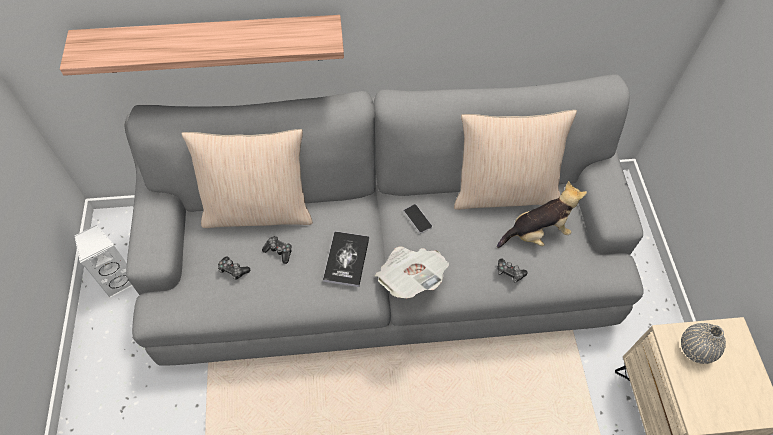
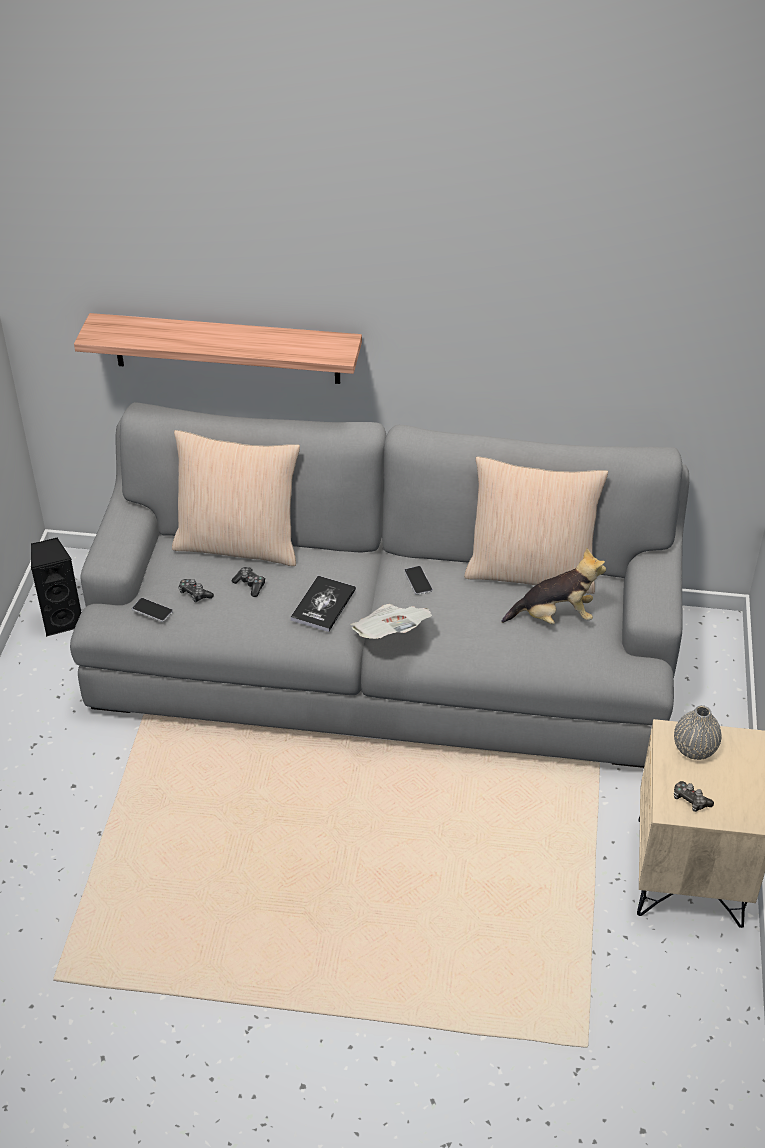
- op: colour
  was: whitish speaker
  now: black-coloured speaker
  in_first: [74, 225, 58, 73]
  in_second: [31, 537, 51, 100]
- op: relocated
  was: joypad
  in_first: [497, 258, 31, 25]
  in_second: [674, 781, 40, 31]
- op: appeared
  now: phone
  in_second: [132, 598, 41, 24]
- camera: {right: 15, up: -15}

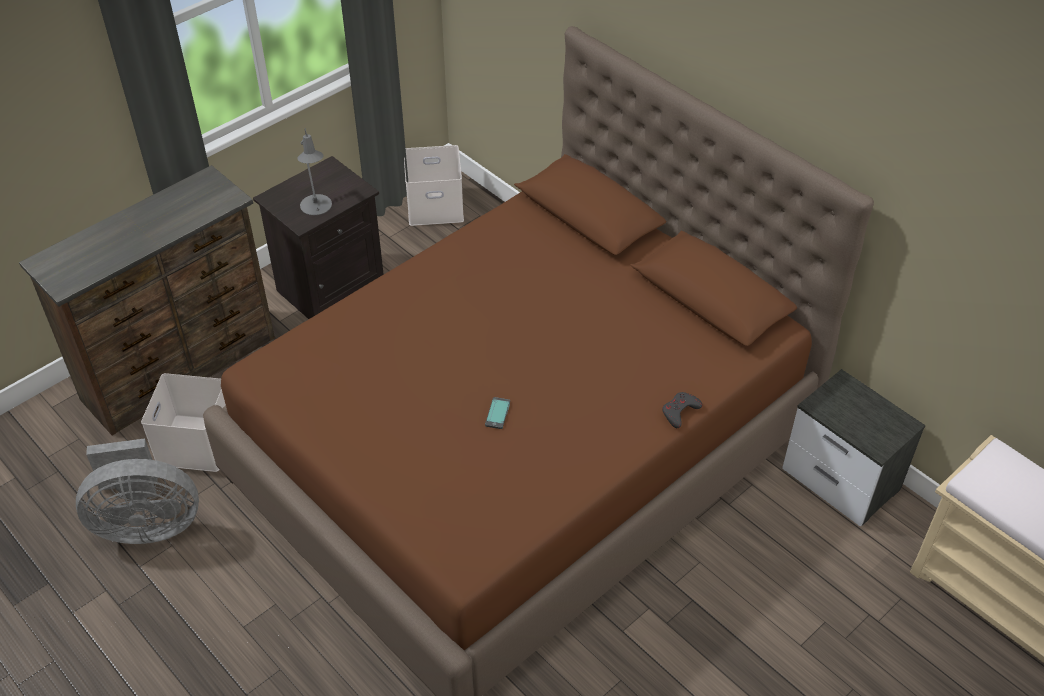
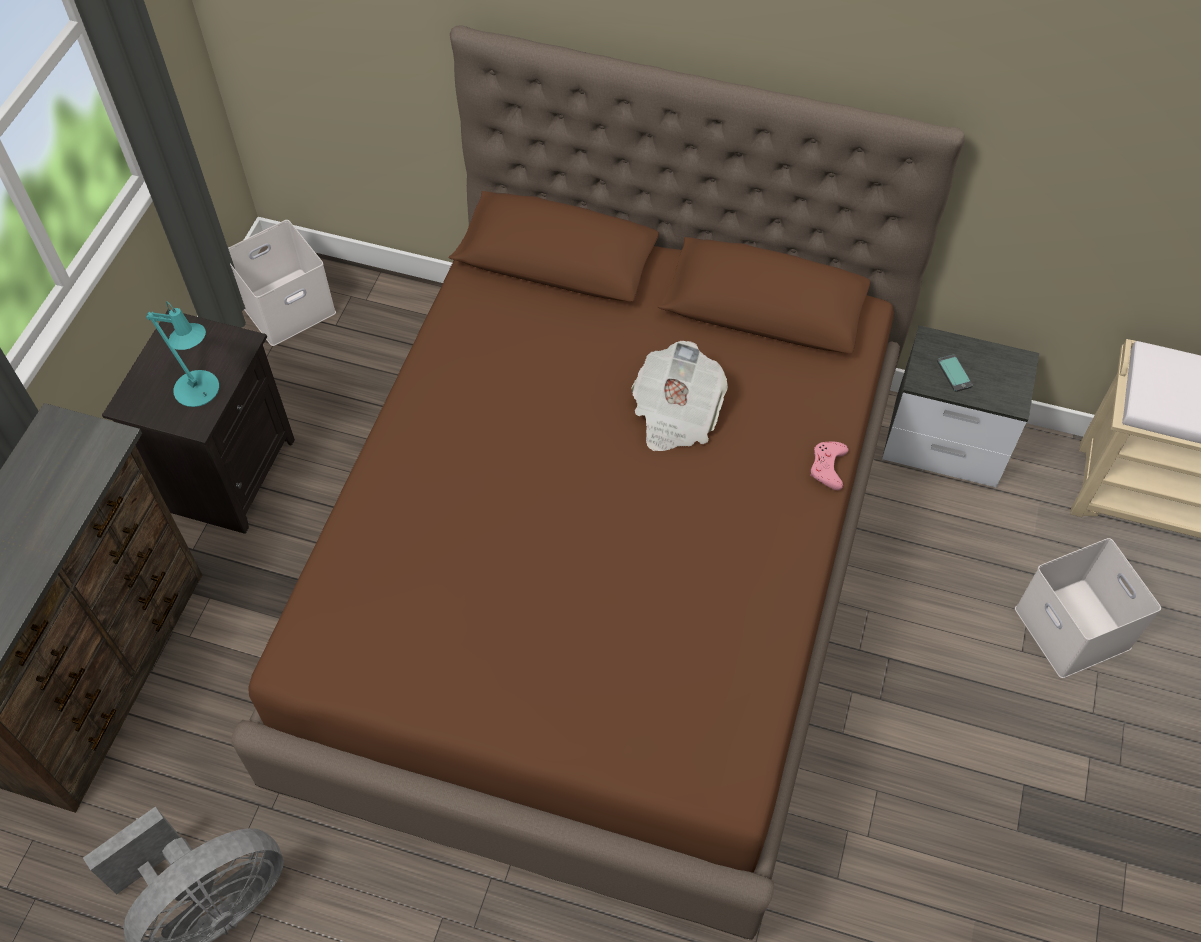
- op: relocated
  was: whitish storage bin
  in_first: [141, 373, 85, 99]
  in_second: [1015, 538, 146, 140]
- op: colour
  was: greyish tabletop lamp
  now: turquoise-coloured tabletop lamp
  in_first: [298, 128, 34, 87]
  in_second: [146, 302, 73, 105]
- op: relocated
  was: phone
  in_first: [485, 397, 25, 32]
  in_second: [937, 354, 36, 38]
- op: colour
  was: greyish joypad
  now: pink joypad
  in_first: [662, 392, 41, 36]
  in_second: [810, 442, 38, 48]
- op: appeared
  now: daily paper
  in_second: [632, 341, 96, 110]
- camera: {right: -30, up: 10}

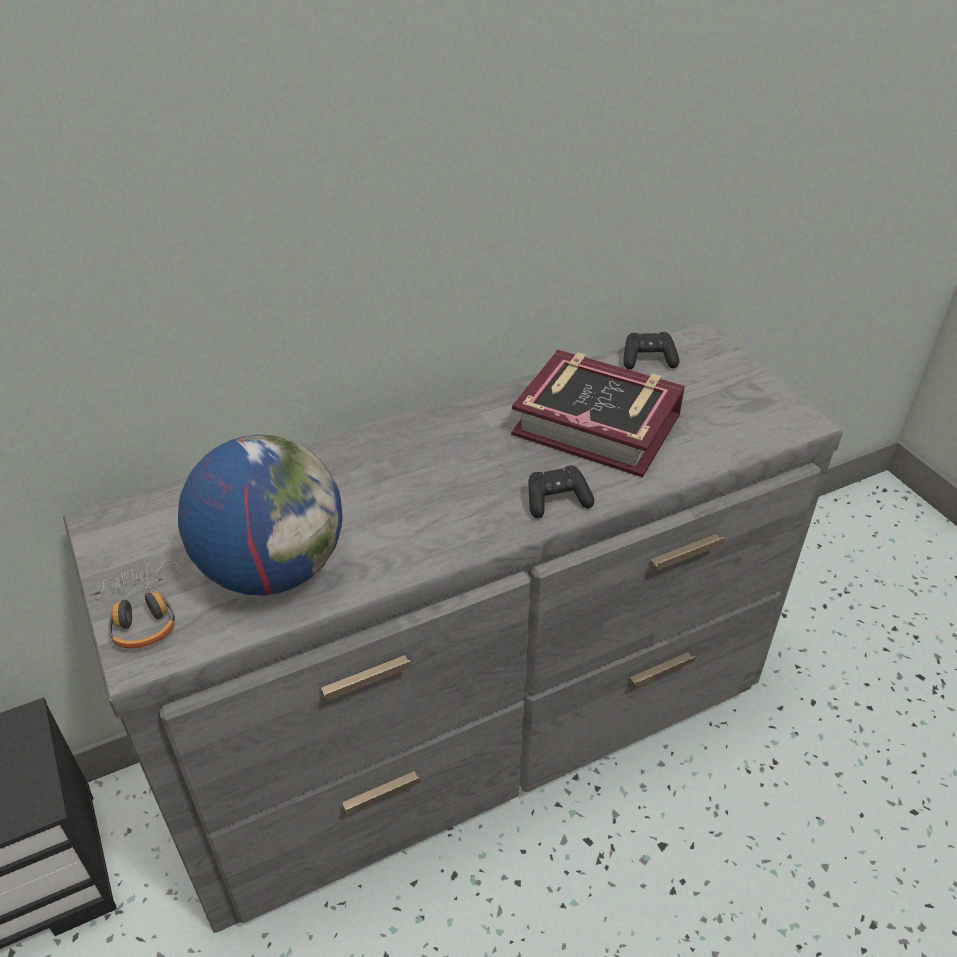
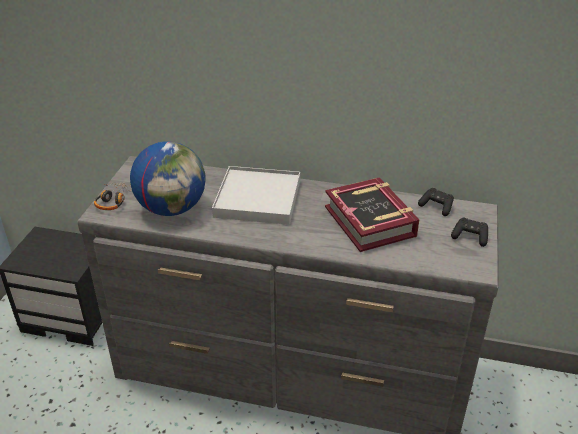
- op: relocated
  was: black-coloured joypad
  in_first: [529, 465, 65, 53]
  in_second: [451, 218, 37, 29]
- op: appeared
  now: whitish carrying tray
  in_second: [212, 166, 88, 59]
- camera: {right: 40, up: -5}

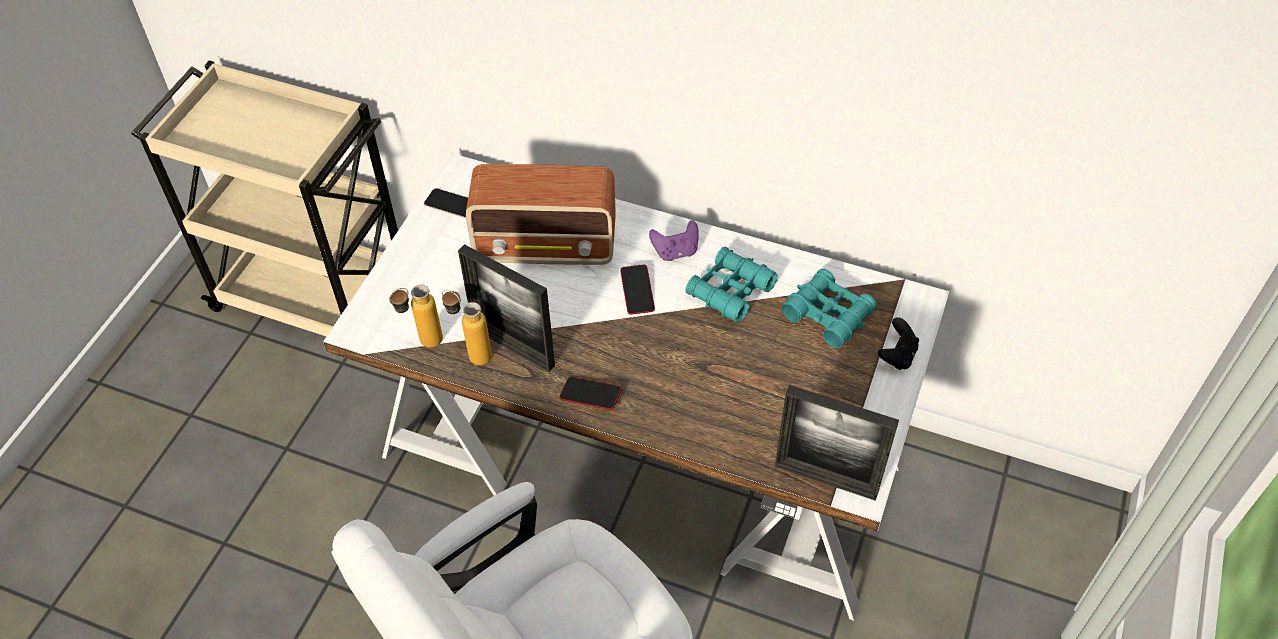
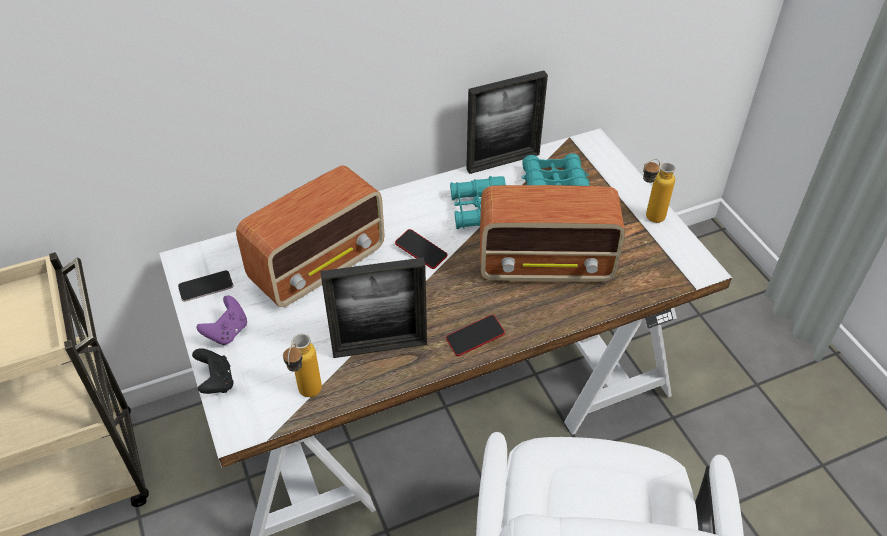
- op: relocated
  was: bottle
  in_first: [442, 290, 50, 75]
  in_second: [643, 159, 33, 64]
- op: relocated
  was: purplish joypad
  in_first: [649, 220, 50, 41]
  in_second: [196, 295, 51, 50]
- op: relocated
  was: photo frame
  in_first: [775, 385, 124, 116]
  in_second: [466, 70, 82, 104]
- op: relocated
  was: black-coloured joypad
  in_first: [878, 317, 41, 53]
  in_second: [192, 348, 42, 46]
- op: appeared
  now: radio set
  in_second: [480, 185, 145, 97]
- camera: {right: -45, up: -5}

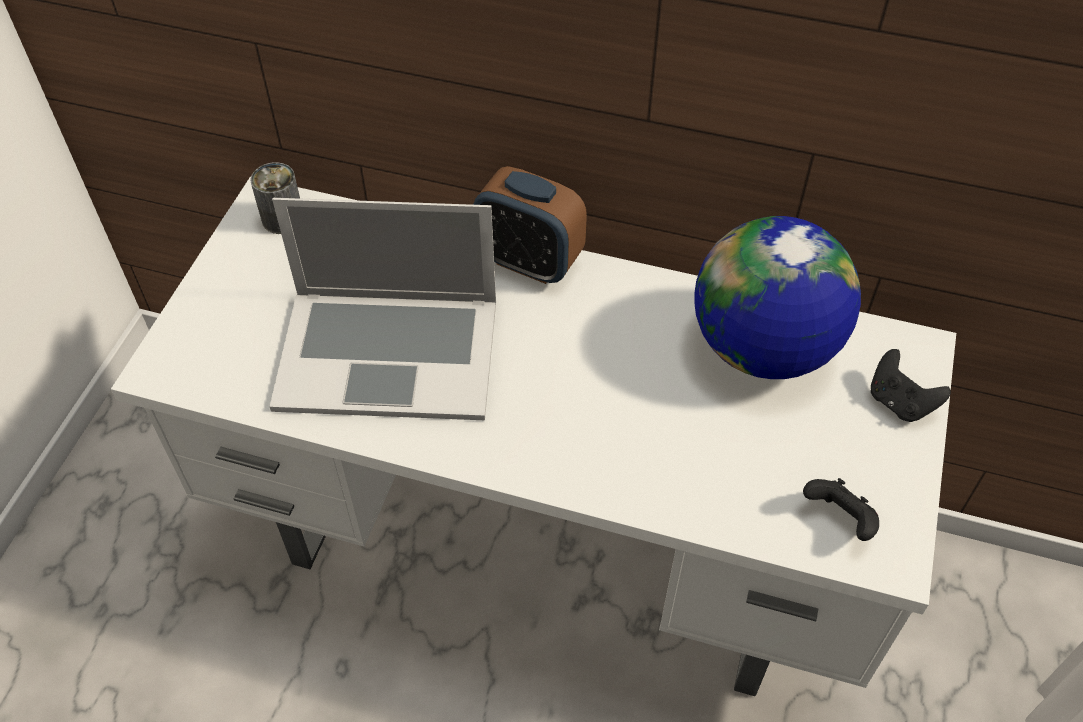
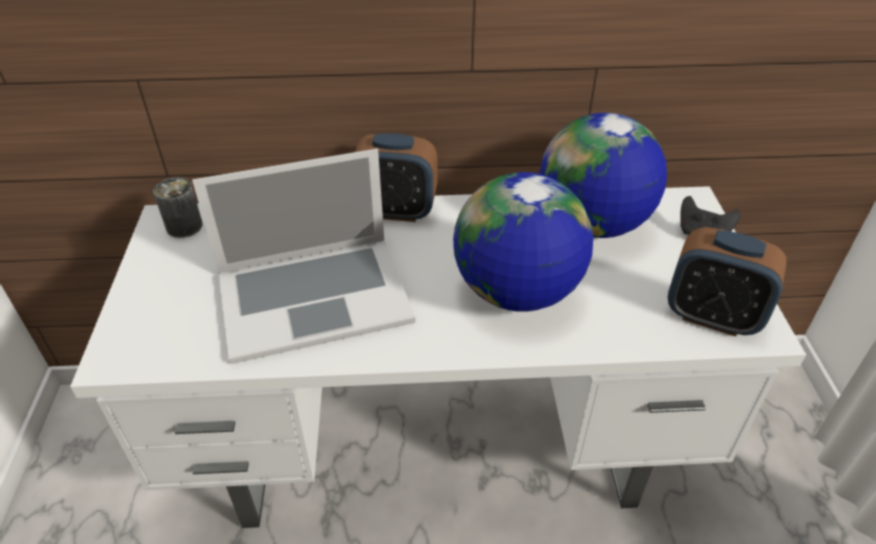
- op: exchanged
  was: black-coloured joypad
  now: alarm clock
  in_first: [803, 478, 76, 63]
  in_second: [668, 227, 118, 109]
- op: appeared
  now: world globe
  in_second: [453, 172, 141, 140]
- camera: {right: -20, up: -10}

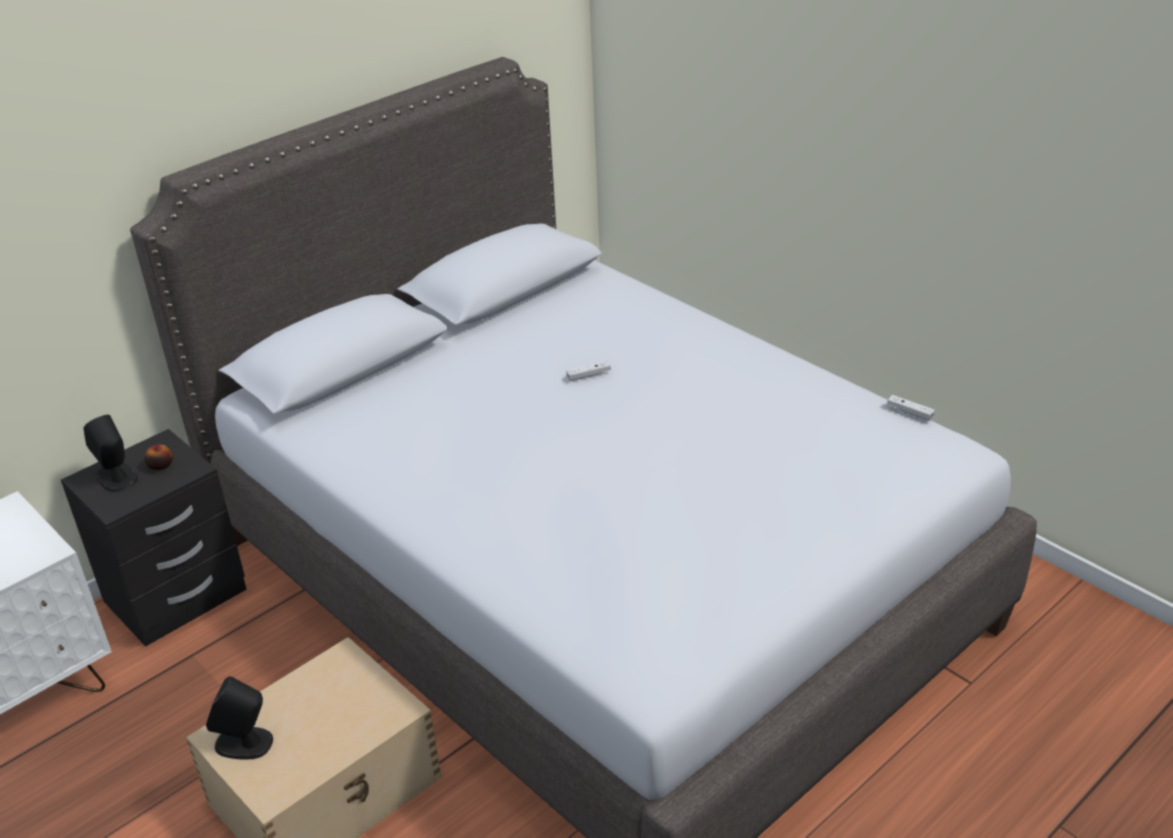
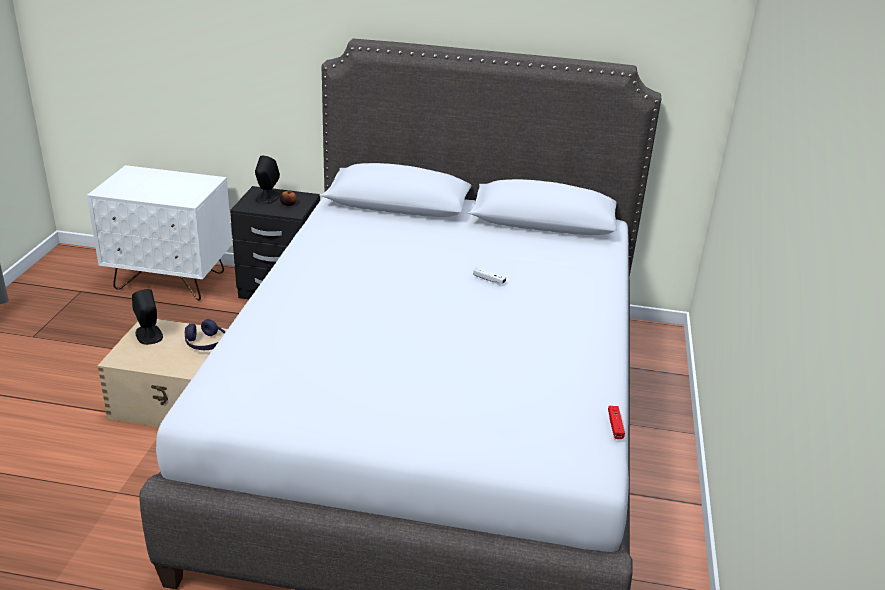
- op: colour
  was: whitish joypad
  now: reddish joypad
  in_first: [887, 395, 48, 26]
  in_second: [608, 406, 17, 33]
- op: appeared
  now: purplish headset
  in_second: [185, 319, 40, 31]
- camera: {right: 50, up: -5}

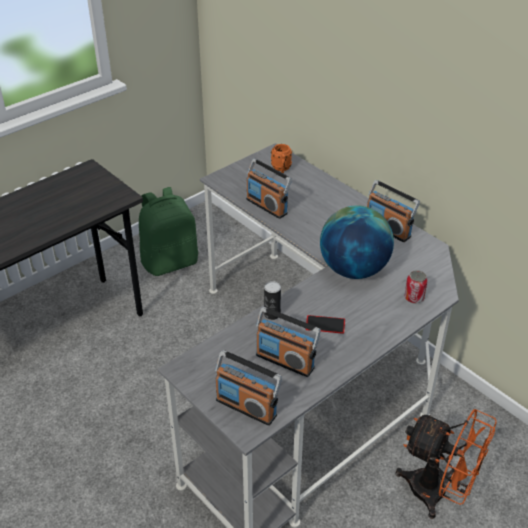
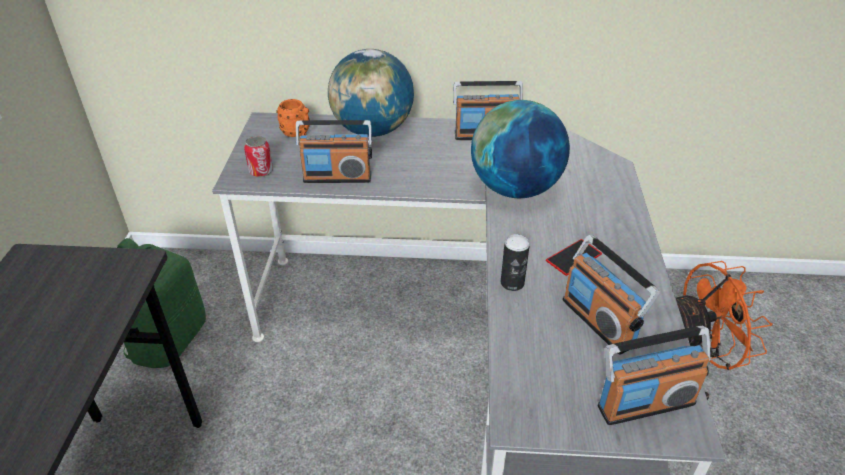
- op: spun
  was: radio set
  in_first: [256, 307, 65, 70]
  in_second: [563, 235, 97, 120]
  clockwise: 75
- op: relocated
  was: sealed can
  in_first: [405, 270, 22, 34]
  in_second: [244, 136, 29, 41]
- op: appeared
  now: world globe
  in_second: [328, 49, 86, 88]
- camera: {right: -45, up: 0}

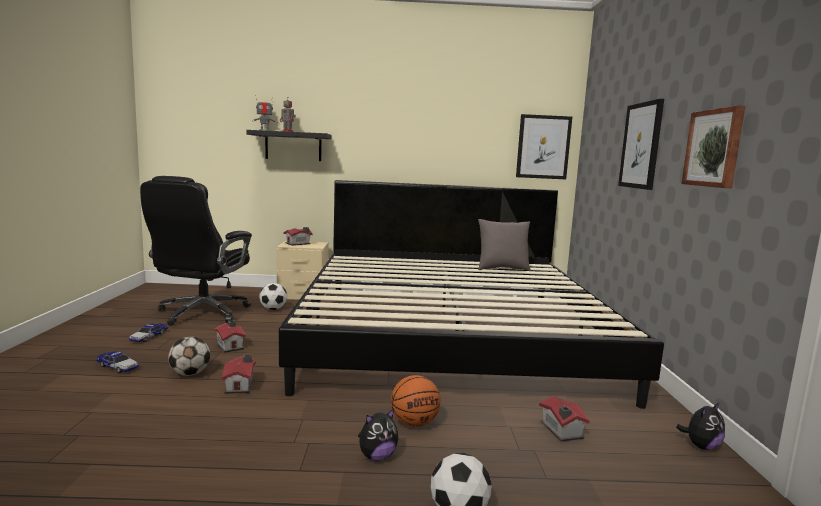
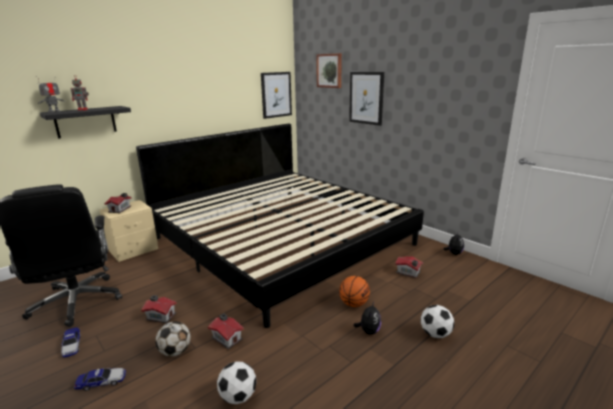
- op: relocated
  was: football ball
  in_first: [259, 283, 28, 27]
  in_second: [217, 362, 40, 42]
- op: missing
  was: greyish throw pillow
  in_first: [478, 219, 53, 52]
- op: relocated
  was: picture
  in_first: [681, 106, 64, 82]
  in_second: [316, 53, 26, 35]
- camera: {right: -40, up: 10}

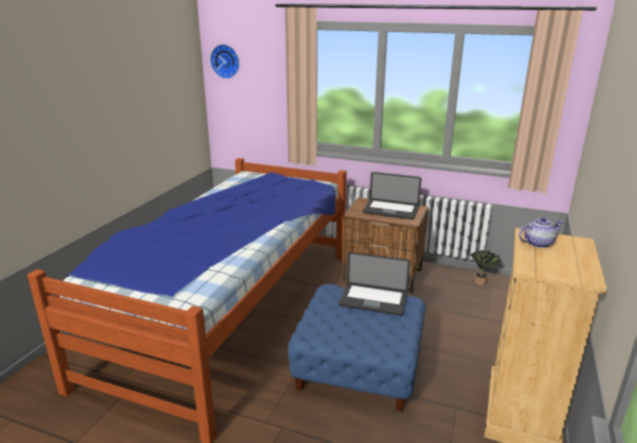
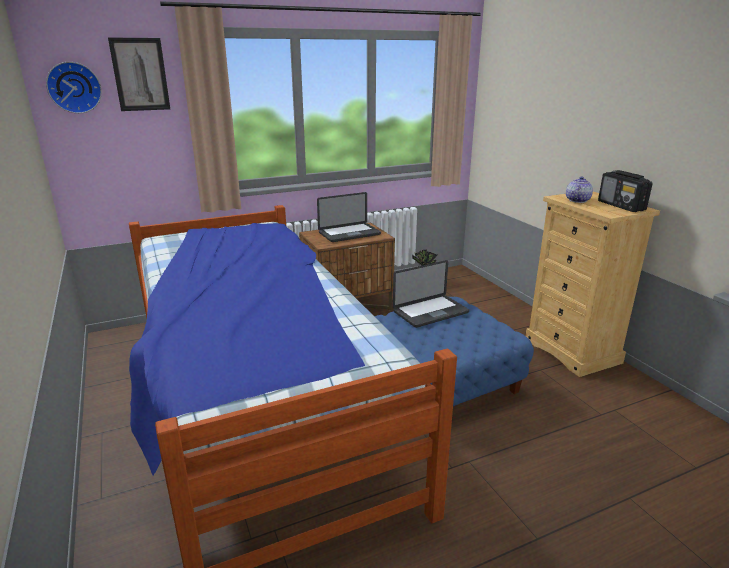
- op: appeared
  now: picture
  in_second: [108, 37, 62, 74]
- op: appeared
  now: radio set
  in_second: [598, 170, 55, 42]
- camera: {right: -45, up: 0}

